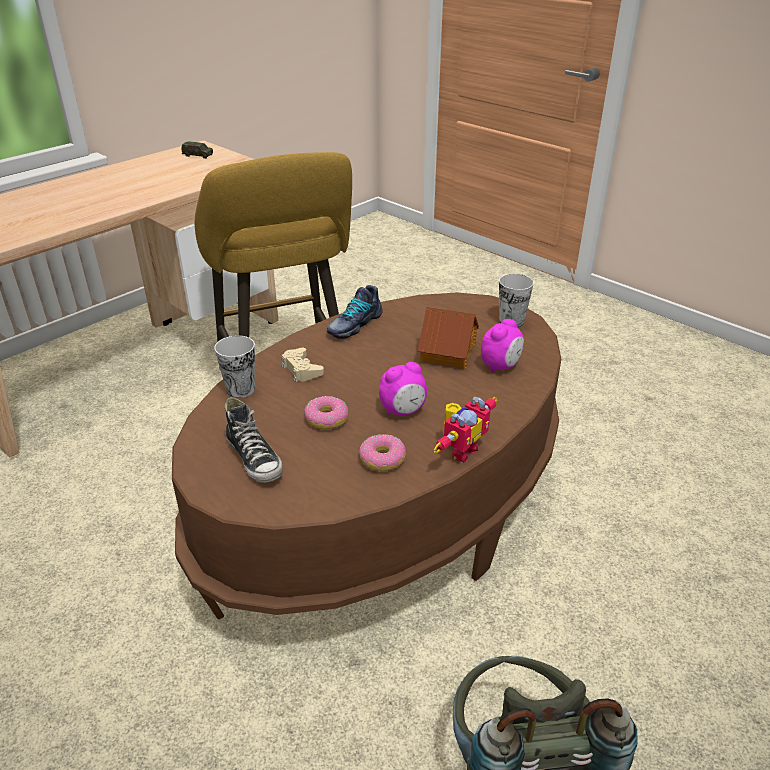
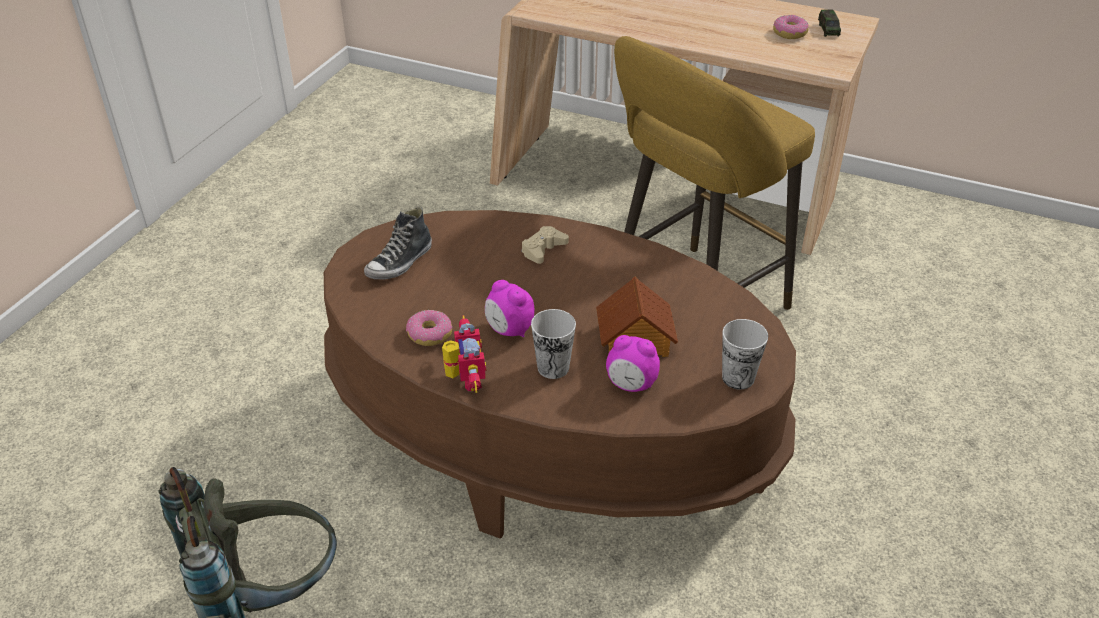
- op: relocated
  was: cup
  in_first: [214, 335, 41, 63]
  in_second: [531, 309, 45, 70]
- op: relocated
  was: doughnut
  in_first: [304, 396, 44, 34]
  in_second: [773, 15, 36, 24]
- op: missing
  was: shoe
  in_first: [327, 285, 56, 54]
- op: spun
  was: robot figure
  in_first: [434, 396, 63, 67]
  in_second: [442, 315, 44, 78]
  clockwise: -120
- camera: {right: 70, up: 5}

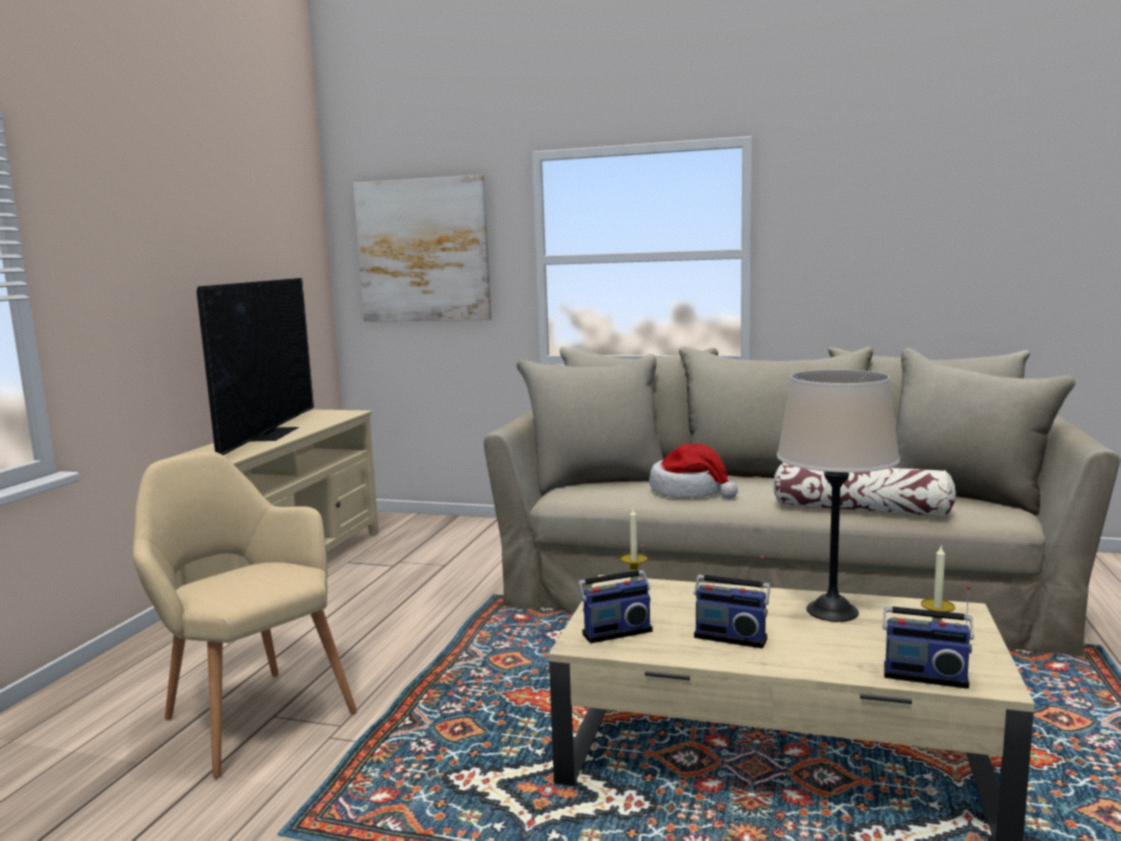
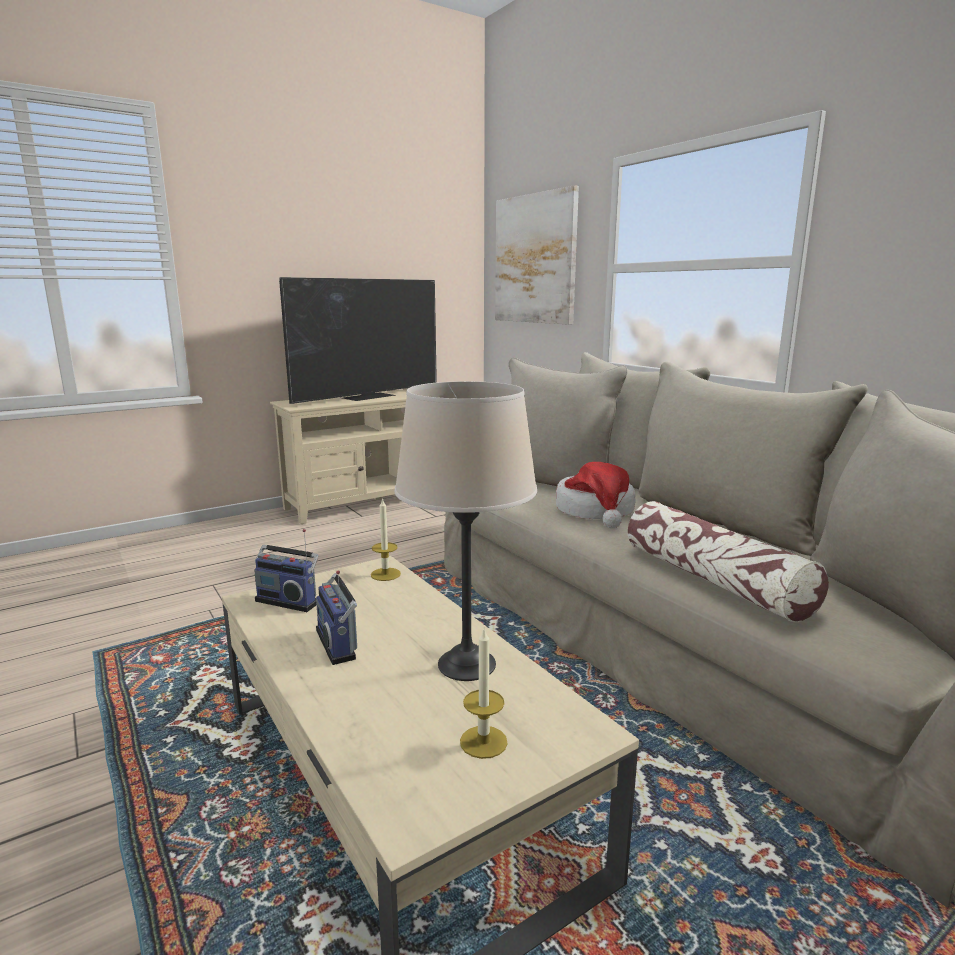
- op: missing
  was: beige lounge chair
  in_first: [133, 451, 224, 327]
- op: missing
  was: radio set
  in_first: [883, 585, 91, 104]
- camera: {right: 40, up: 5}

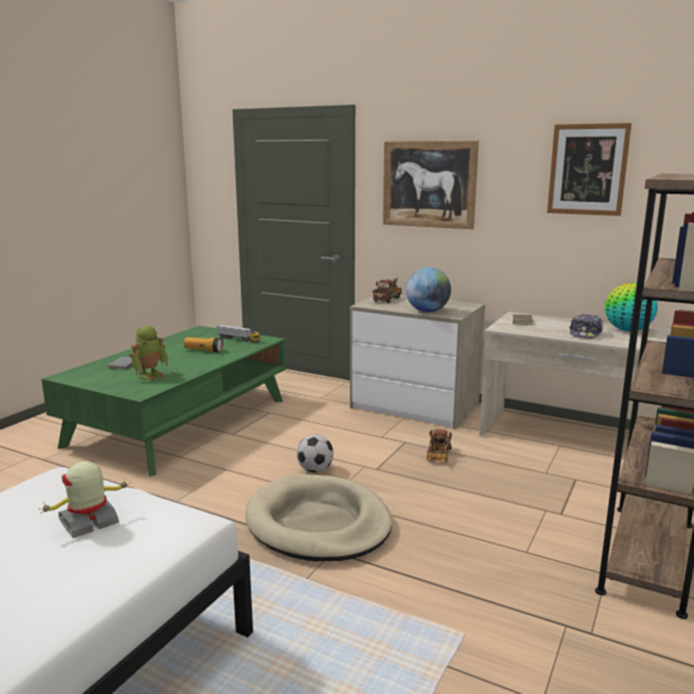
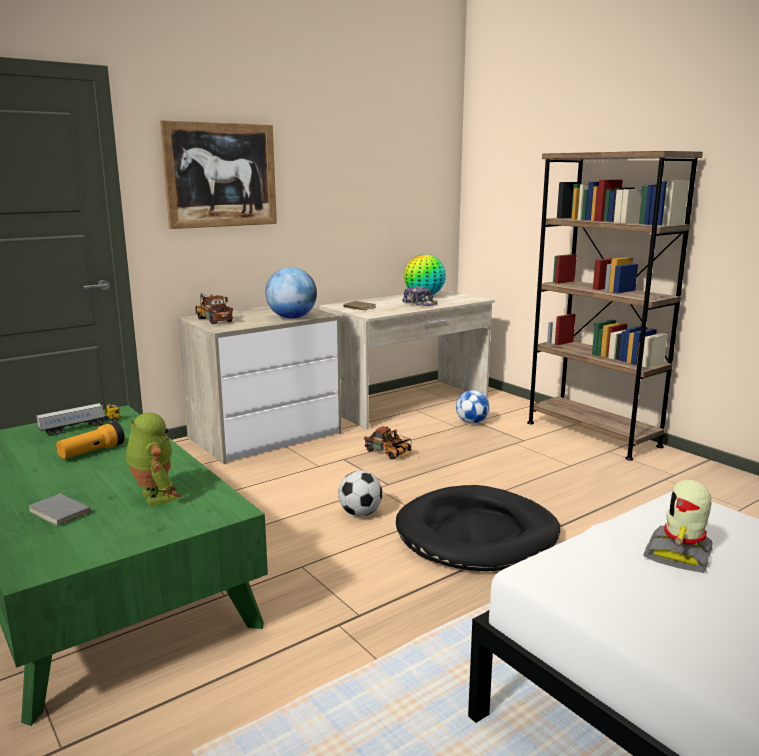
- op: spun
  was: robot figure
  in_first: [38, 461, 93, 77]
  in_second: [643, 480, 70, 93]
  clockwise: 45
- op: colour
  was: beige pet bed
  now: black-coloured pet bed
  in_first: [245, 474, 147, 87]
  in_second: [396, 485, 165, 86]
- op: missing
  was: picture
  in_first: [547, 123, 85, 93]
- op: appeared
  now: football ball
  in_second: [456, 390, 33, 34]
- camera: {right: -65, up: 0}

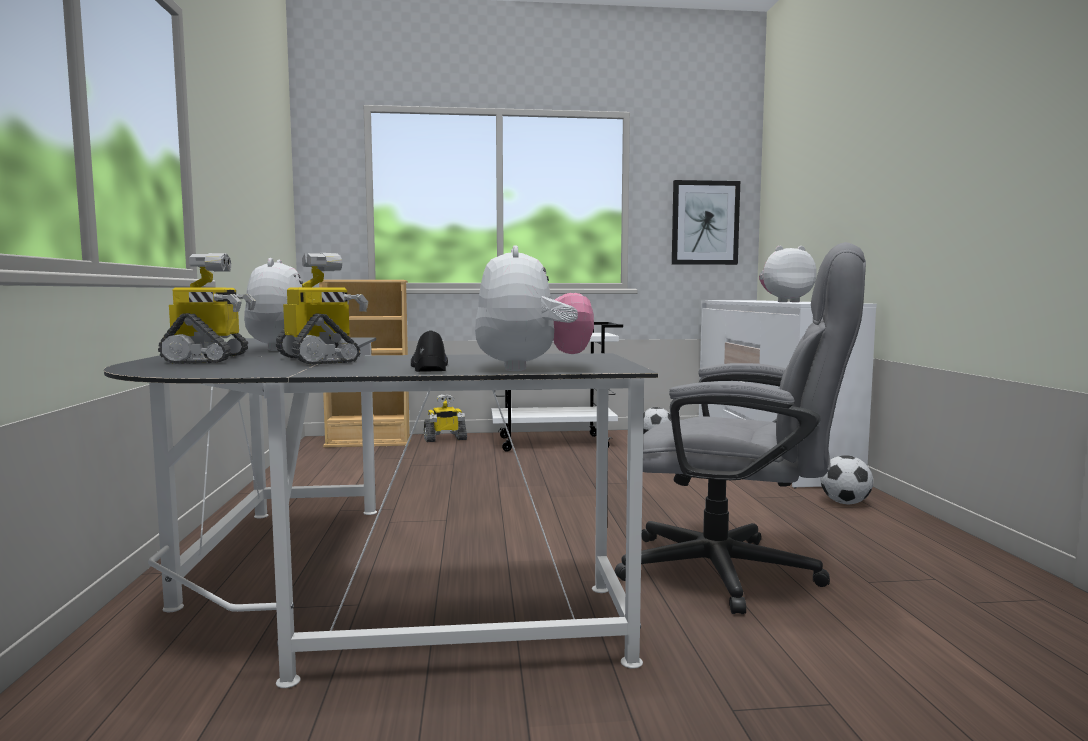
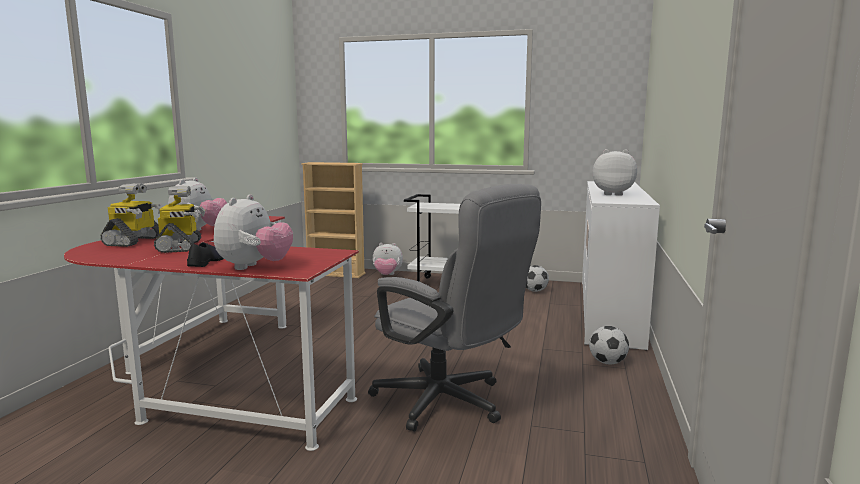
- op: colour
  was: black-coloured desk unit
  now: reddish desk unit
  in_first: [104, 337, 554, 351]
  in_second: [64, 216, 295, 235]
- op: exchanged
  was: robot figure
  now: plush toy
  in_first: [424, 394, 43, 48]
  in_second: [373, 243, 30, 32]
- op: missing
  was: picture
  in_first: [672, 180, 68, 85]
- camera: {right: 20, up: 5}

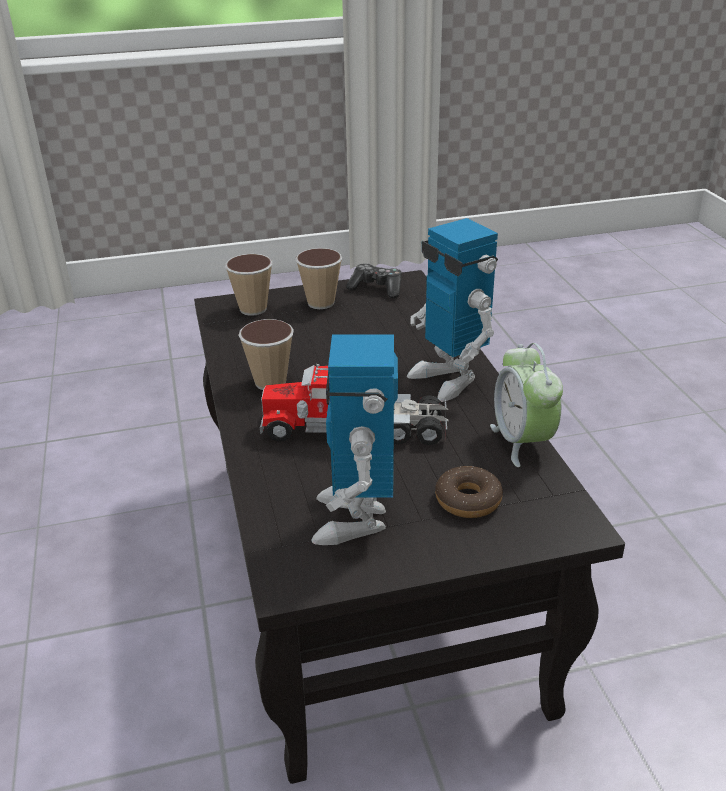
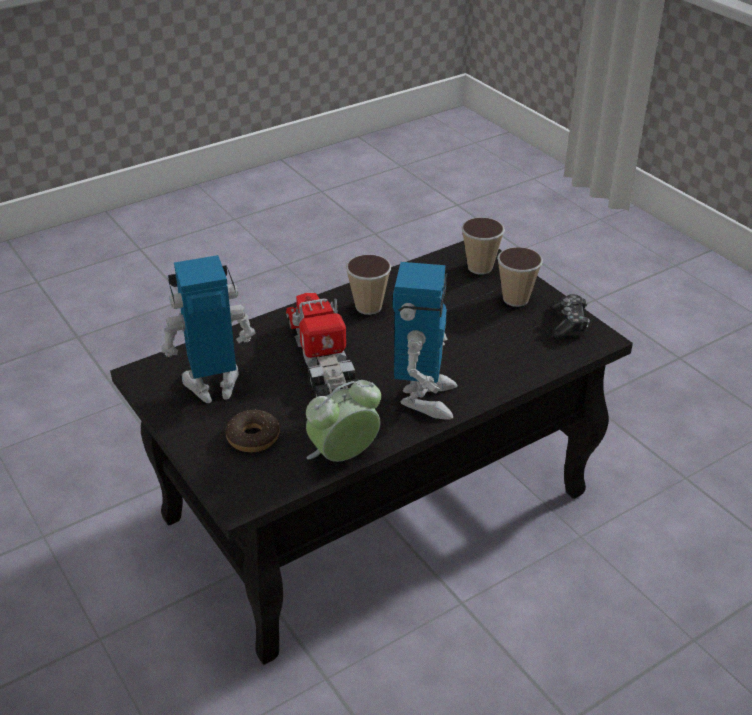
- op: spun
  was: robot figure
  in_first: [407, 218, 91, 184]
  in_second: [393, 262, 65, 157]
  clockwise: 150
- camera: {right: 70, up: 5}

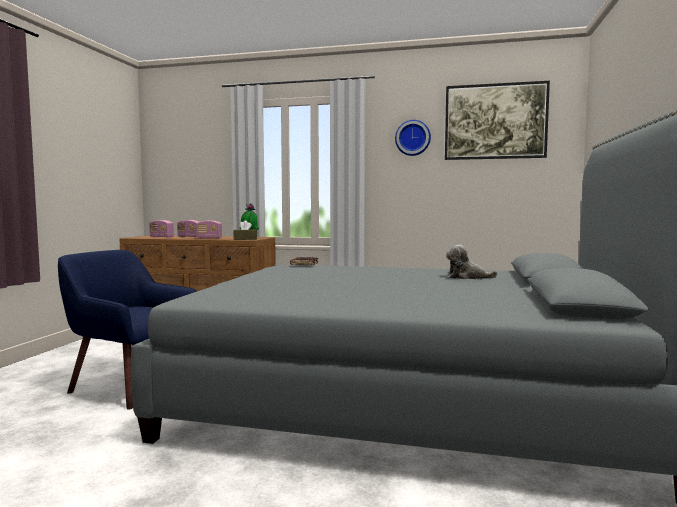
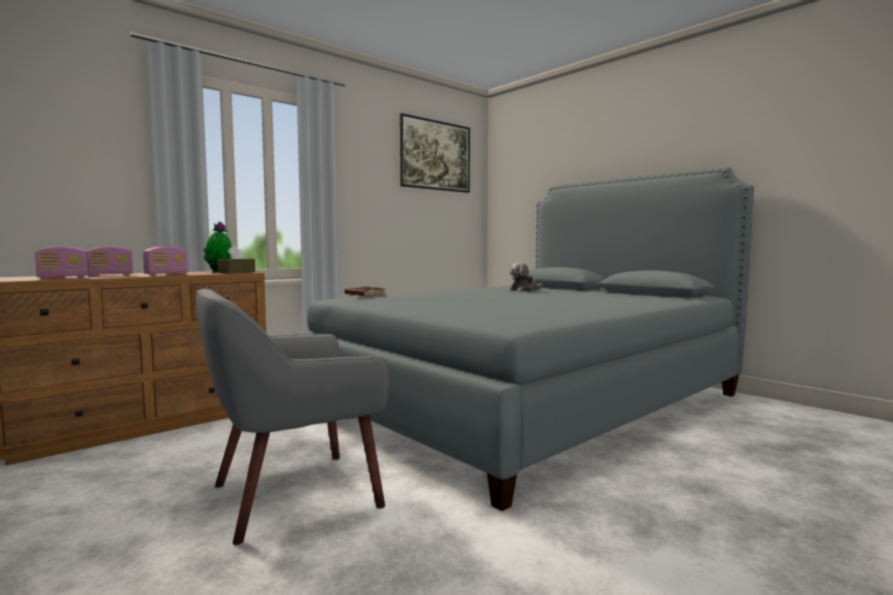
- op: colour
  was: blue-coloured lounge chair
  now: greyish lounge chair
  in_first: [58, 250, 139, 160]
  in_second: [196, 289, 193, 256]
- op: missing
  was: clock on the wall
  in_first: [395, 120, 36, 36]
- camera: {right: -55, up: 0}

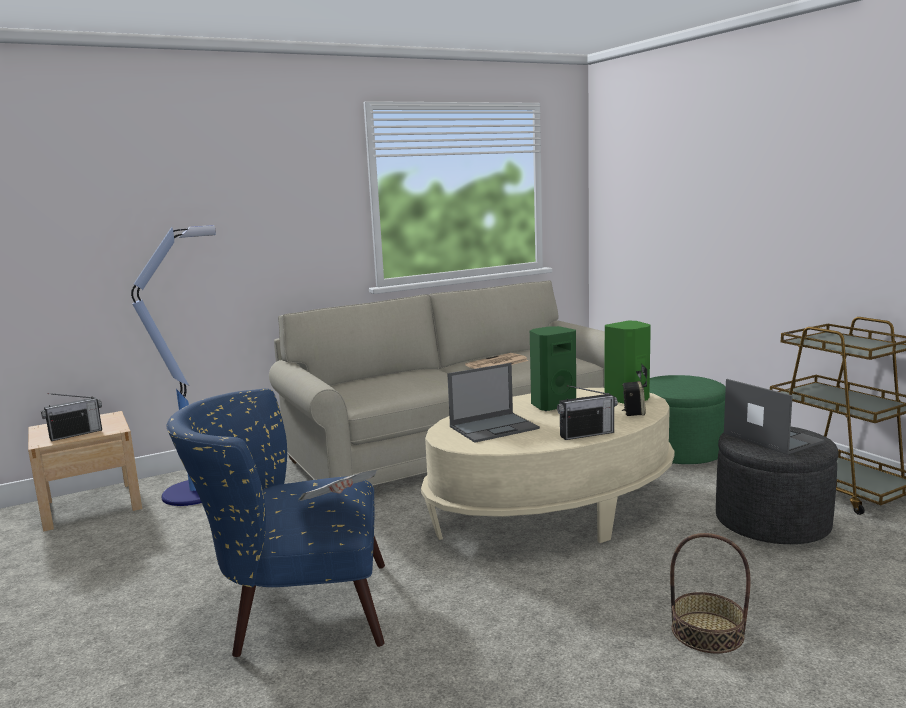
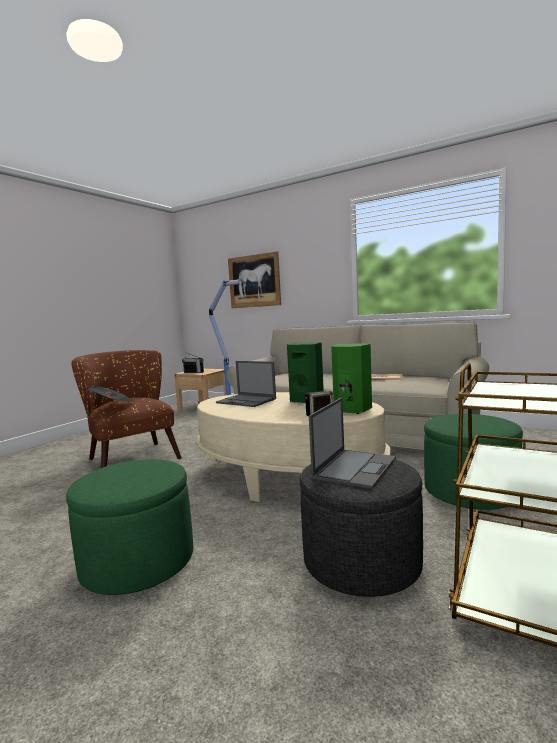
- op: colour
  was: blue-coloured lounge chair
  now: brown lounge chair
  in_first: [167, 389, 218, 268]
  in_second: [71, 350, 111, 118]
- op: missing
  was: radio set
  in_first: [557, 385, 61, 55]
- op: exchanged
  was: household basket
  now: green-coloured pouffe
  in_first: [670, 533, 81, 120]
  in_second: [66, 459, 127, 136]
- op: appeared
  now: picture
  in_second: [228, 251, 53, 57]
- camera: {right: 60, up: -5}

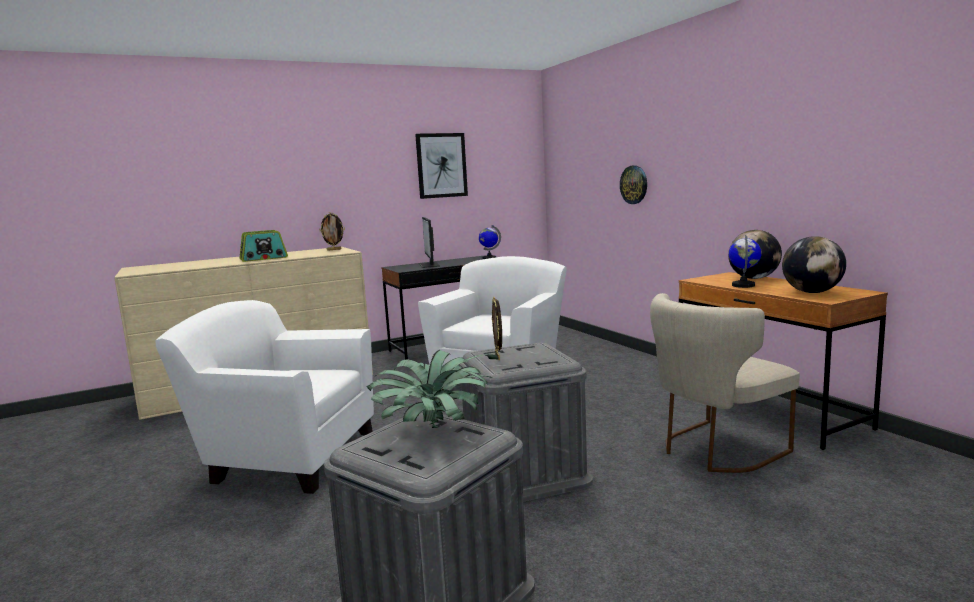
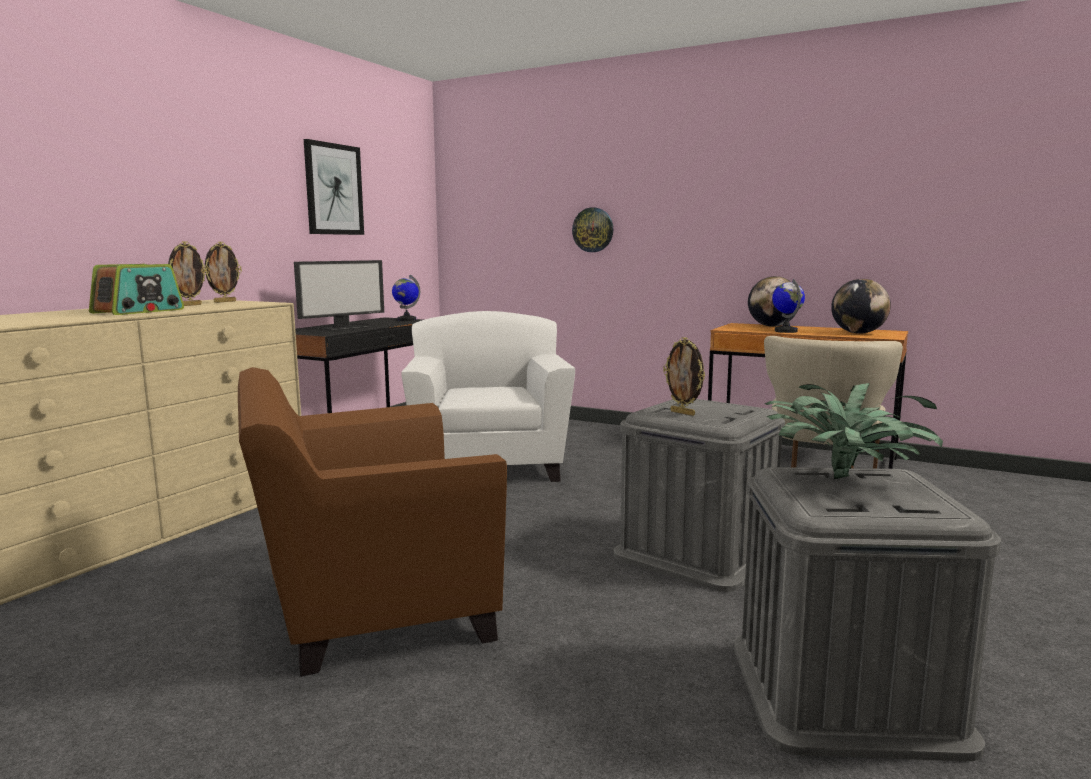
- op: colour
  was: whitish lounge chair
  now: brown lounge chair
  in_first: [155, 300, 219, 194]
  in_second: [238, 367, 269, 310]
- op: spun
  was: computer display
  in_first: [420, 217, 20, 51]
  in_second: [294, 260, 90, 71]
  clockwise: -90
- op: appeared
  now: photo frame
  in_second: [168, 241, 39, 65]
- camera: {right: -35, up: 0}

